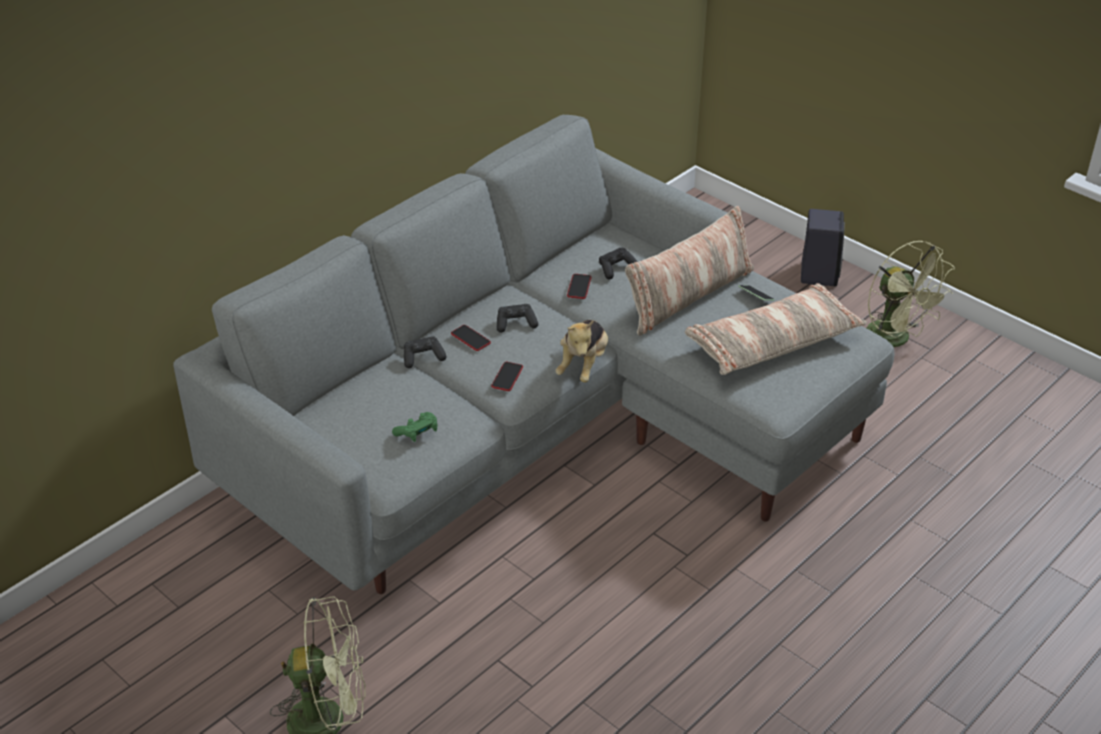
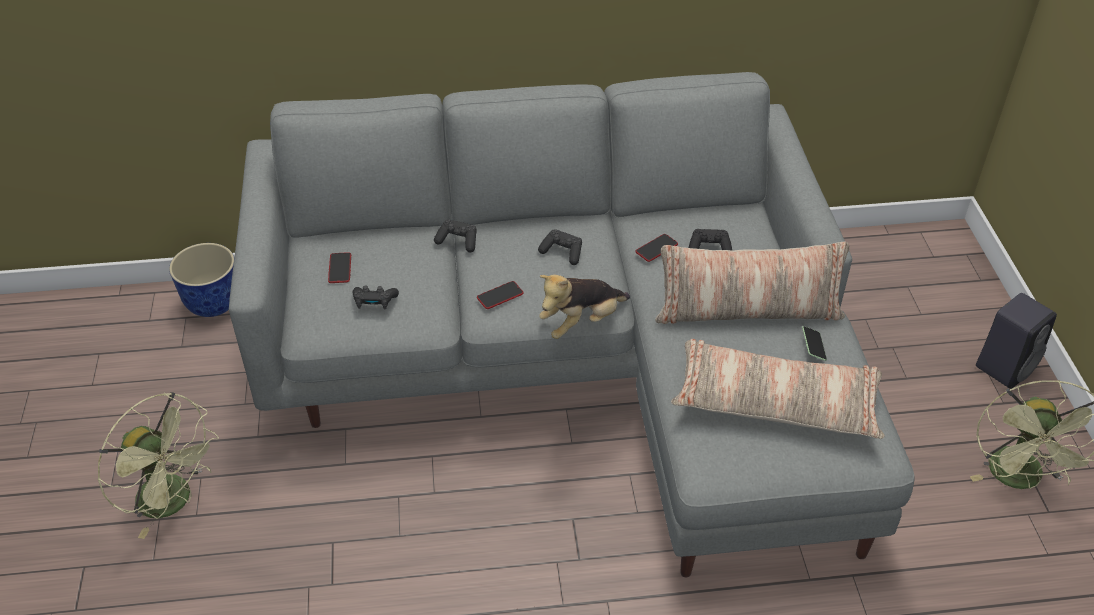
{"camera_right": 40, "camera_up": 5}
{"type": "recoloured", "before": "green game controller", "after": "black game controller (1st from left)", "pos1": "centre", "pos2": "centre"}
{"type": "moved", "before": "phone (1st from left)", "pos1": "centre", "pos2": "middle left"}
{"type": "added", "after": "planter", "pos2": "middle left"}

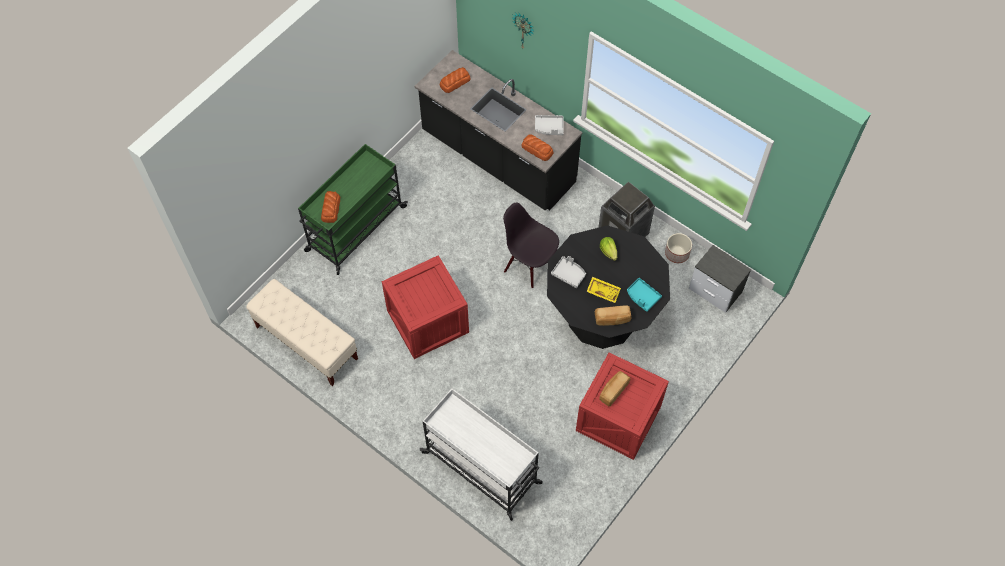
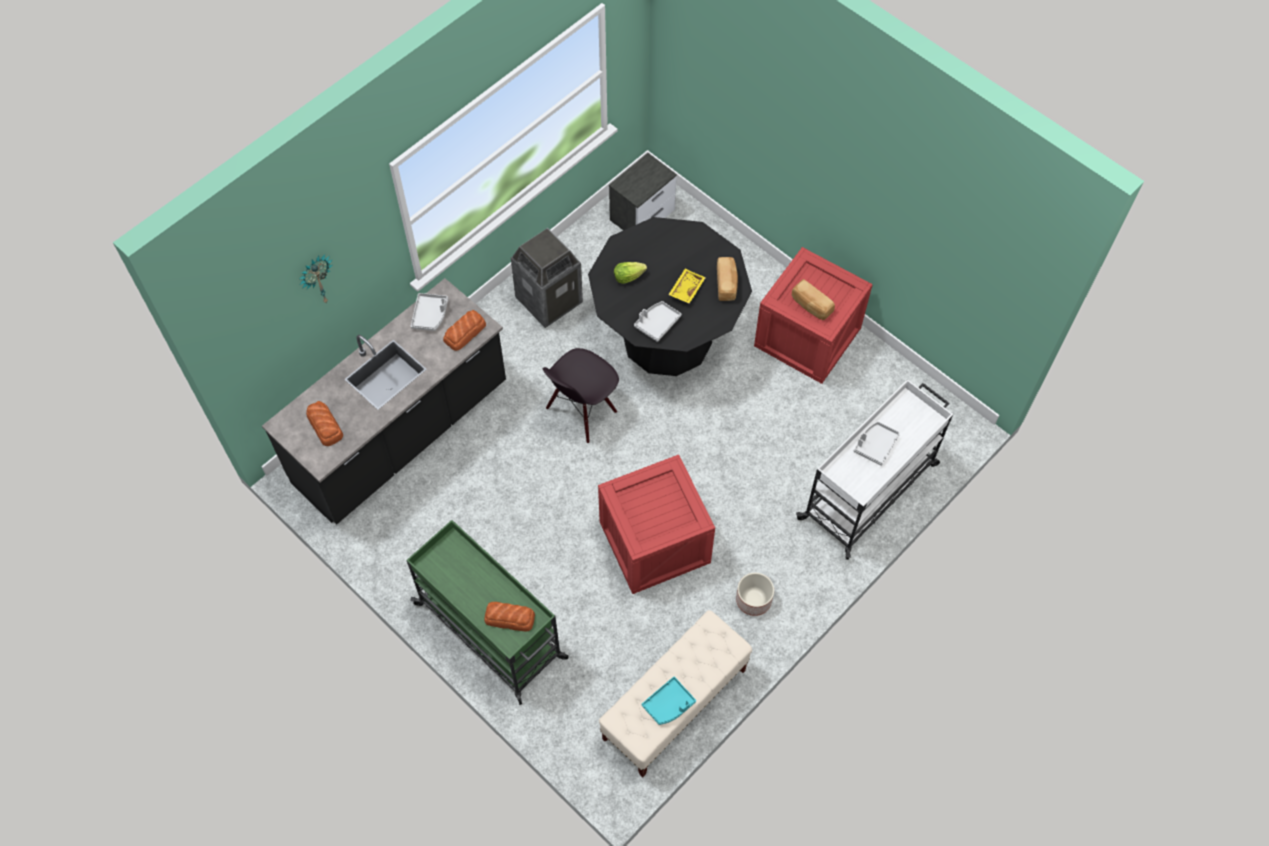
{"camera_right": -85, "camera_up": 0}
{"type": "moved", "before": "turquoise tray", "pos1": "centre", "pos2": "bottom centre"}
{"type": "moved", "before": "planter", "pos1": "middle right", "pos2": "bottom centre"}
{"type": "added", "after": "grey tray (3rd from left)", "pos2": "middle right"}

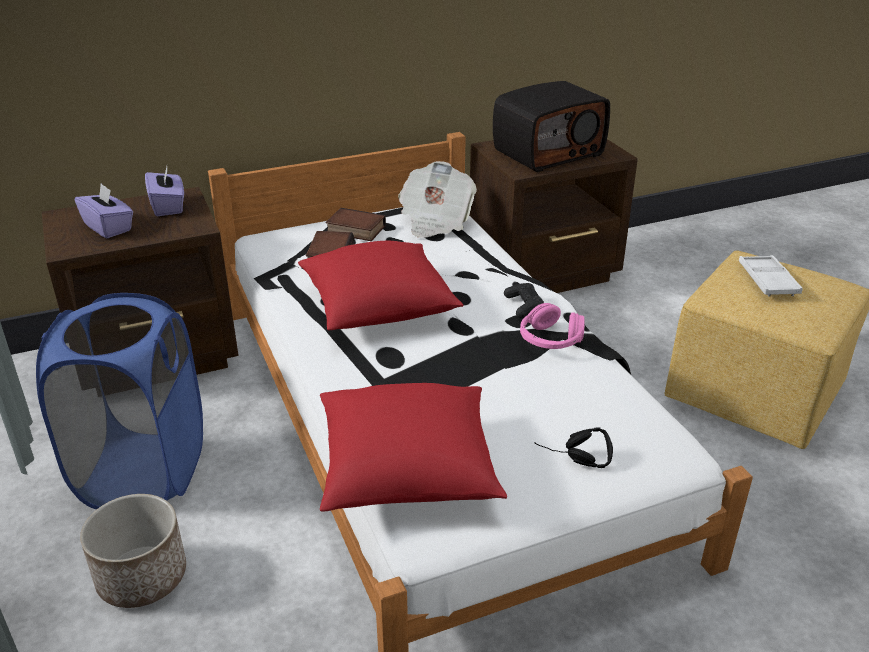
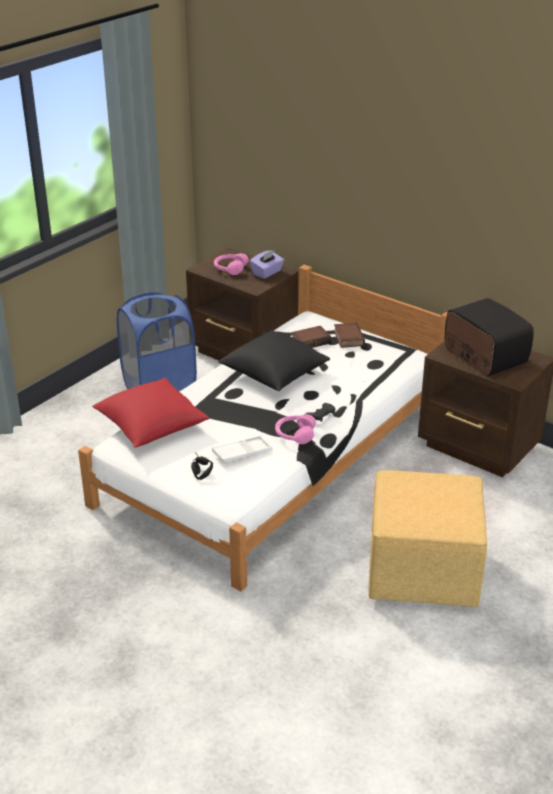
{"camera_right": 60, "camera_up": 0}
{"type": "replaced", "before": "purple tissue box (1st from left)", "after": "pink headphones (1st from left)", "pos1": "top left", "pos2": "top centre"}
{"type": "removed", "before": "planter", "pos1": "bottom left"}
{"type": "recoloured", "before": "red pillow (1st from left)", "after": "black pillow", "pos1": "centre", "pos2": "centre"}
{"type": "removed", "before": "newspaper", "pos1": "top centre"}
{"type": "turned", "before": "radio", "pos1": "top centre", "pos2": "middle right", "turn": -150}
{"type": "moved", "before": "white tray", "pos1": "middle right", "pos2": "centre"}

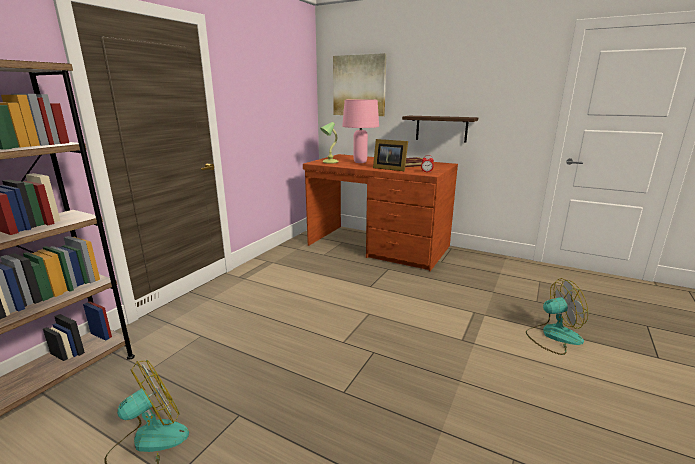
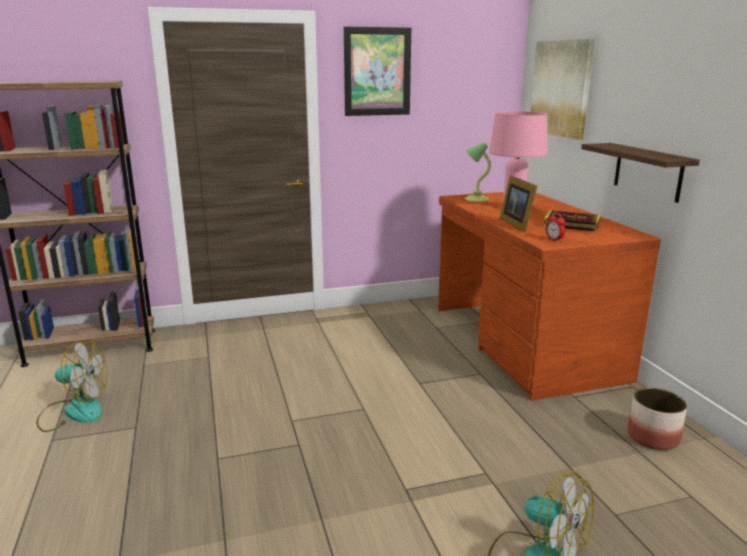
{"camera_right": 45, "camera_up": 0}
{"type": "added", "after": "picture (1st from left)", "pos2": "top centre"}
{"type": "added", "after": "planter", "pos2": "bottom right"}

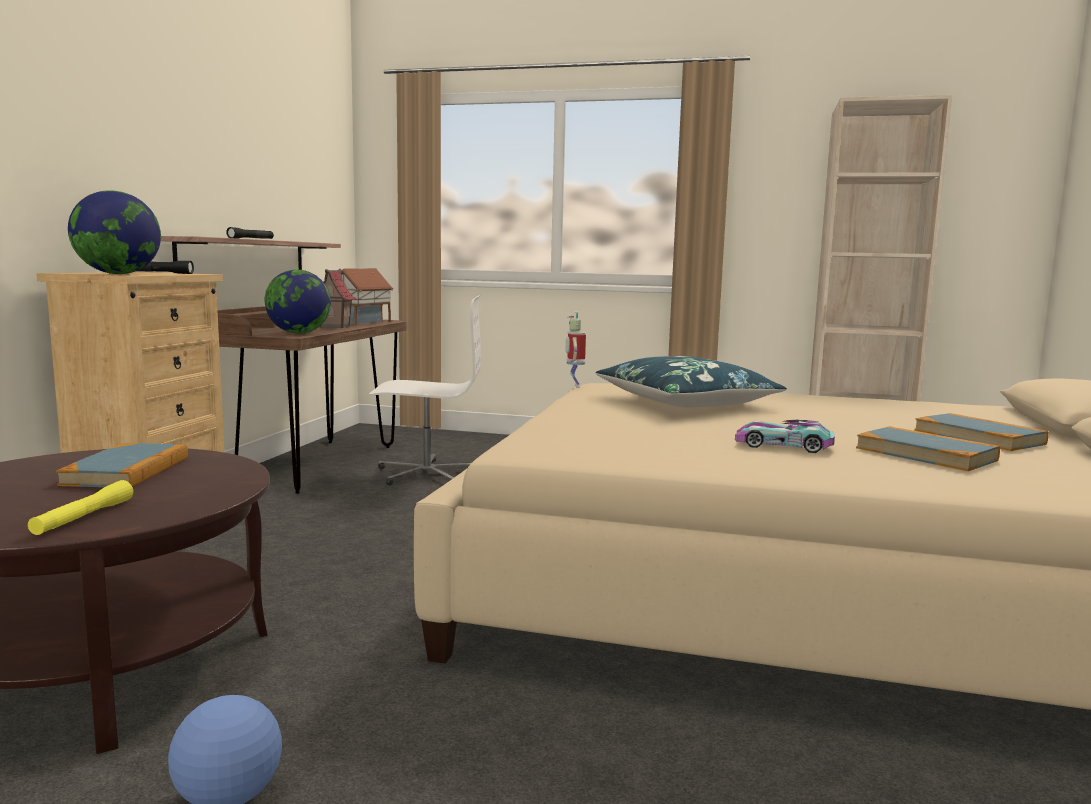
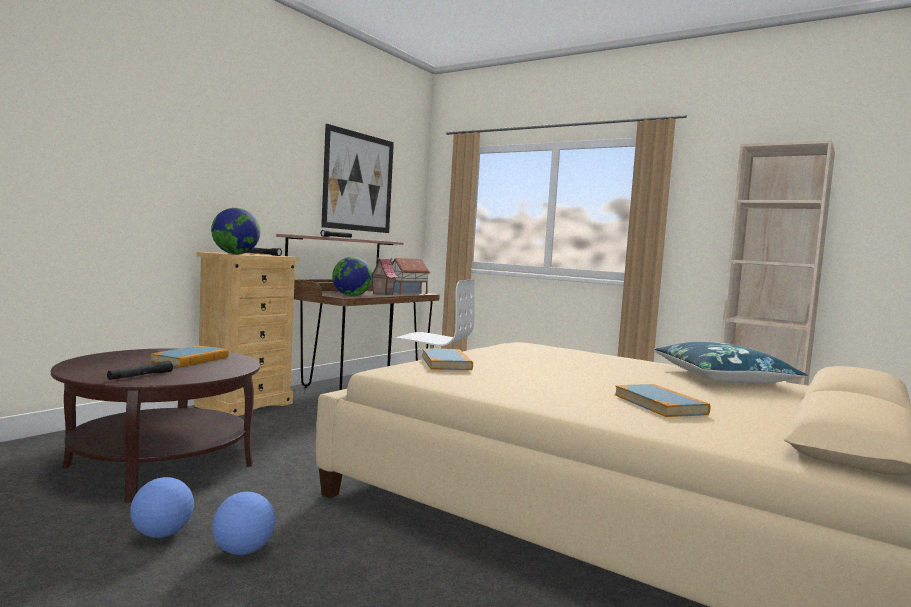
{"camera_right": 20, "camera_up": -5}
{"type": "recoloured", "before": "yellow flashlight", "after": "black flashlight (1st from left)", "pos1": "middle left", "pos2": "middle left"}
{"type": "removed", "before": "toy robot", "pos1": "centre"}
{"type": "moved", "before": "blue pillow", "pos1": "centre", "pos2": "middle right"}
{"type": "removed", "before": "toy car", "pos1": "middle right"}
{"type": "moved", "before": "book (3rd from left in the first image)", "after": "book (2nd from left)", "pos1": "middle right", "pos2": "centre"}
{"type": "added", "after": "football (2nd from left)", "pos2": "bottom left"}
{"type": "added", "after": "picture", "pos2": "top centre"}

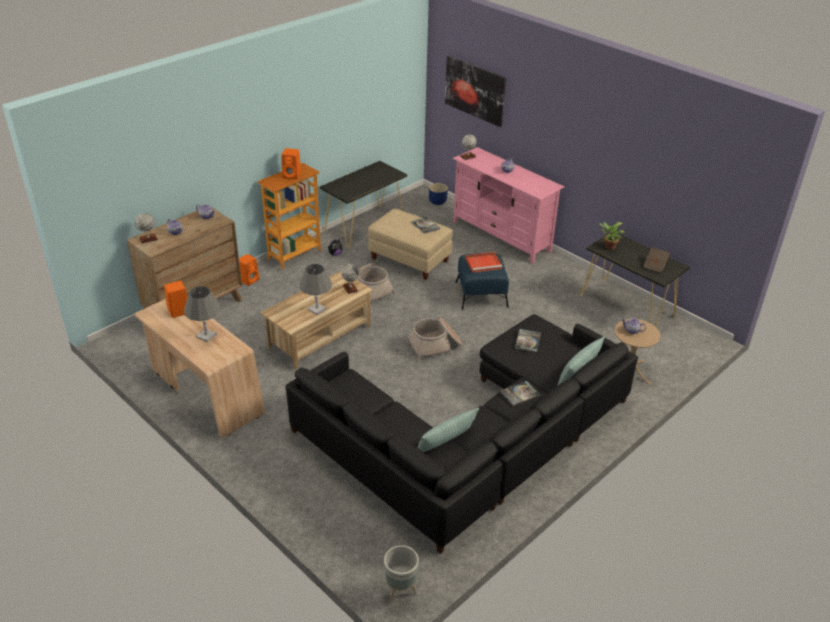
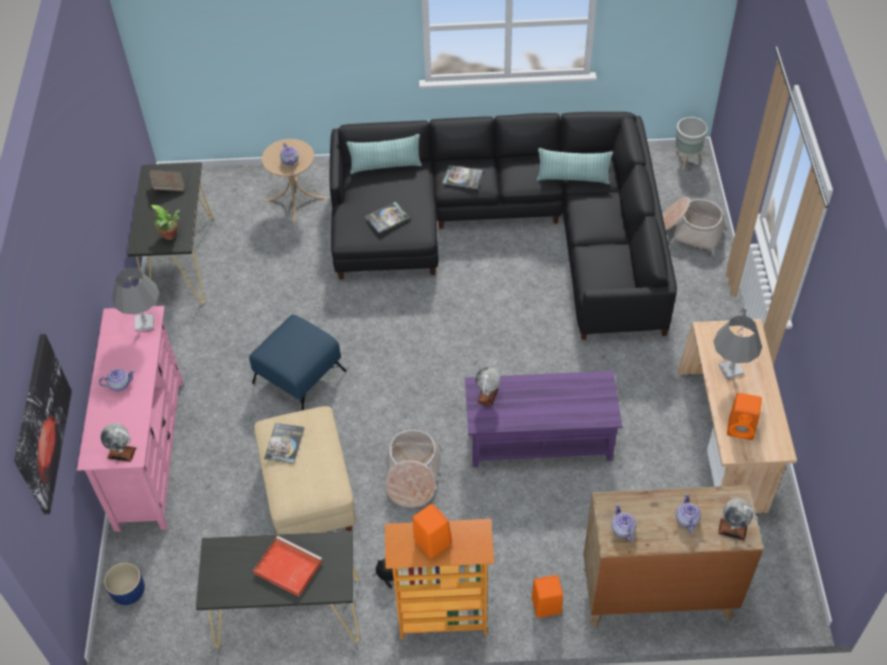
{"camera_right": -135, "camera_up": 15}
{"type": "recoloured", "before": "beige coffee table", "after": "purple coffee table", "pos1": "centre", "pos2": "centre"}
{"type": "moved", "before": "grey table lamp (2nd from left in the first image)", "after": "grey table lamp (1st from left)", "pos1": "centre", "pos2": "middle left"}
{"type": "moved", "before": "basket (2nd from left)", "pos1": "centre", "pos2": "middle right"}
{"type": "moved", "before": "red tray", "pos1": "centre", "pos2": "bottom left"}

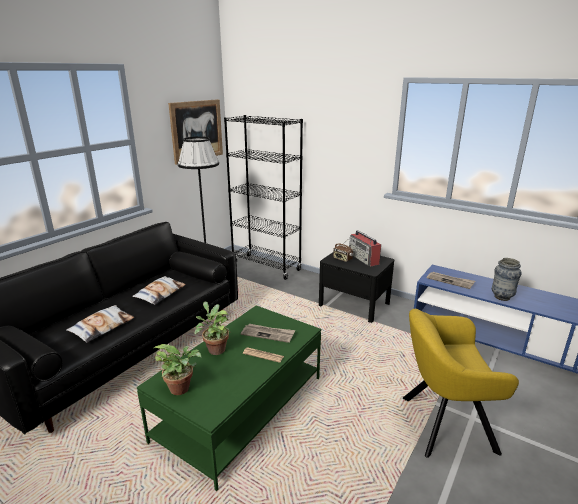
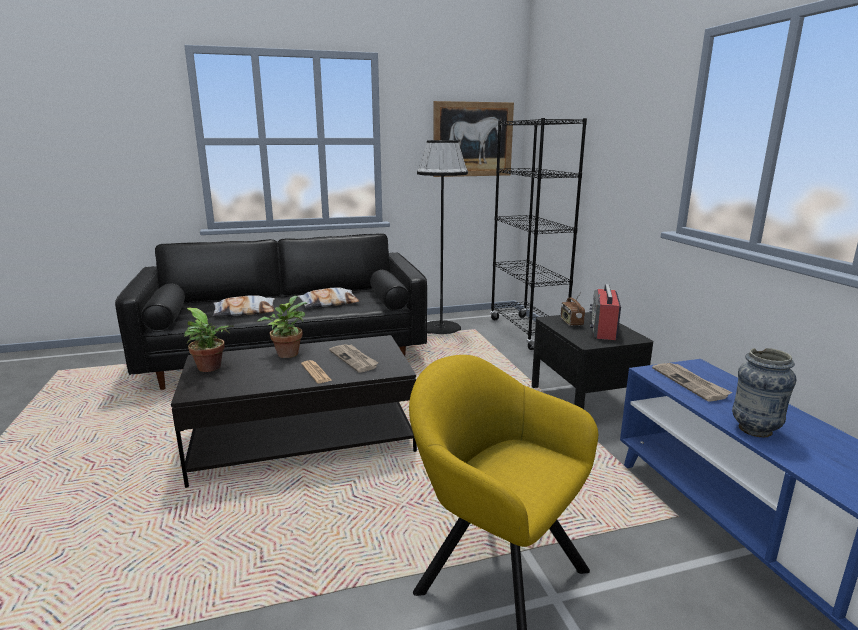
{"camera_right": 40, "camera_up": -5}
{"type": "recoloured", "before": "green coffee table", "after": "black coffee table", "pos1": "bottom centre", "pos2": "centre"}

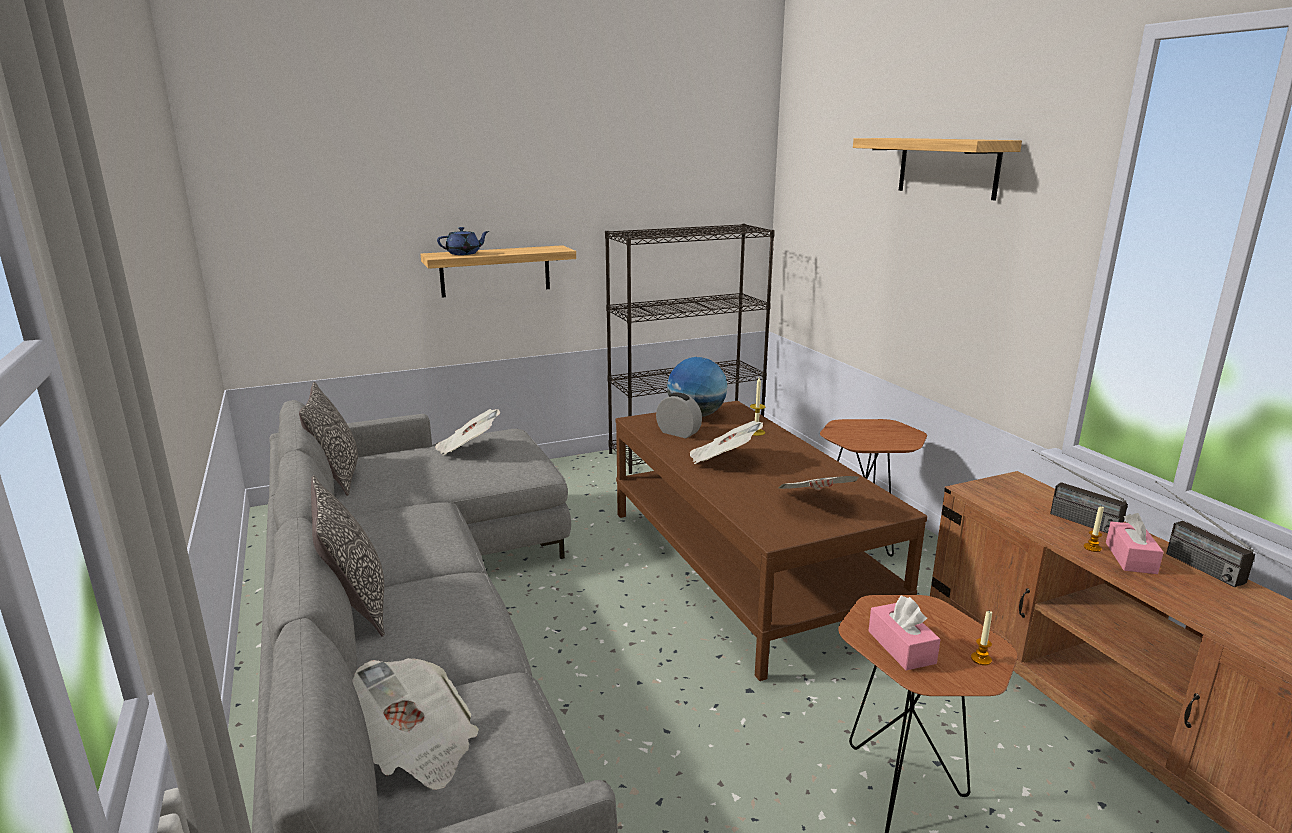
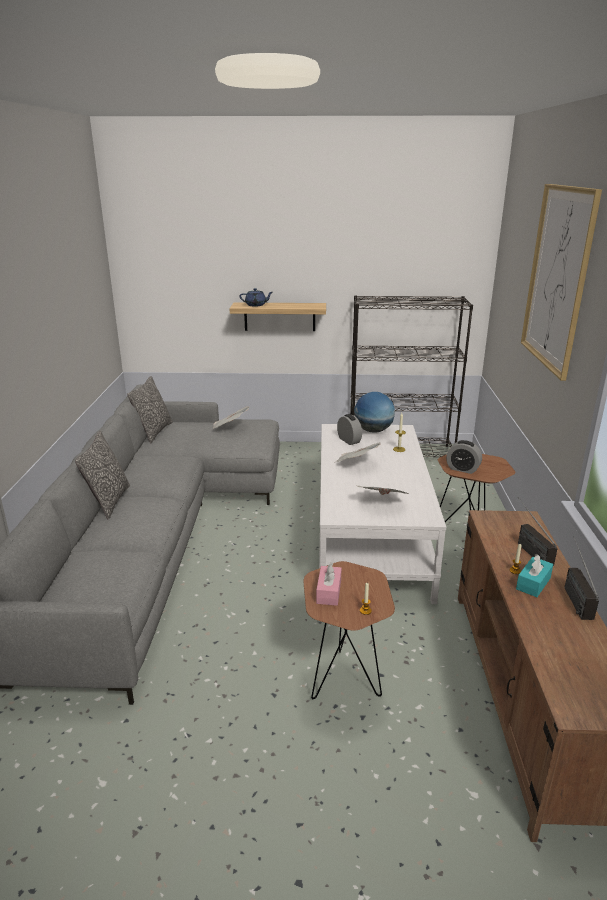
{"camera_right": 25, "camera_up": 5}
{"type": "removed", "before": "newspaper (1st from left)", "pos1": "bottom left"}
{"type": "recoloured", "before": "brown coffee table", "after": "white coffee table", "pos1": "centre", "pos2": "centre"}
{"type": "replaced", "before": "shelf (2nd from left)", "after": "picture", "pos1": "top right", "pos2": "top right"}
{"type": "recoloured", "before": "pink tissue box (2nd from left)", "after": "turquoise tissue box", "pos1": "middle right", "pos2": "middle right"}
{"type": "added", "after": "alarm clock (2nd from left)", "pos2": "middle right"}

